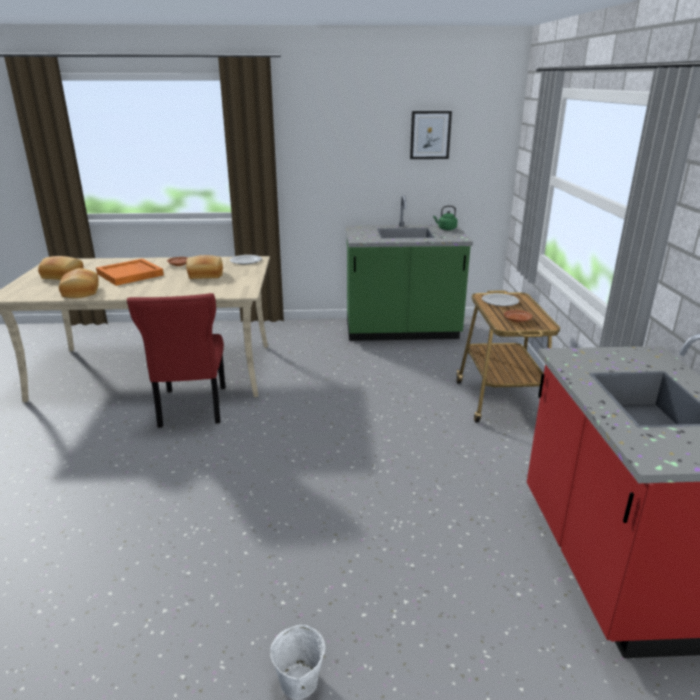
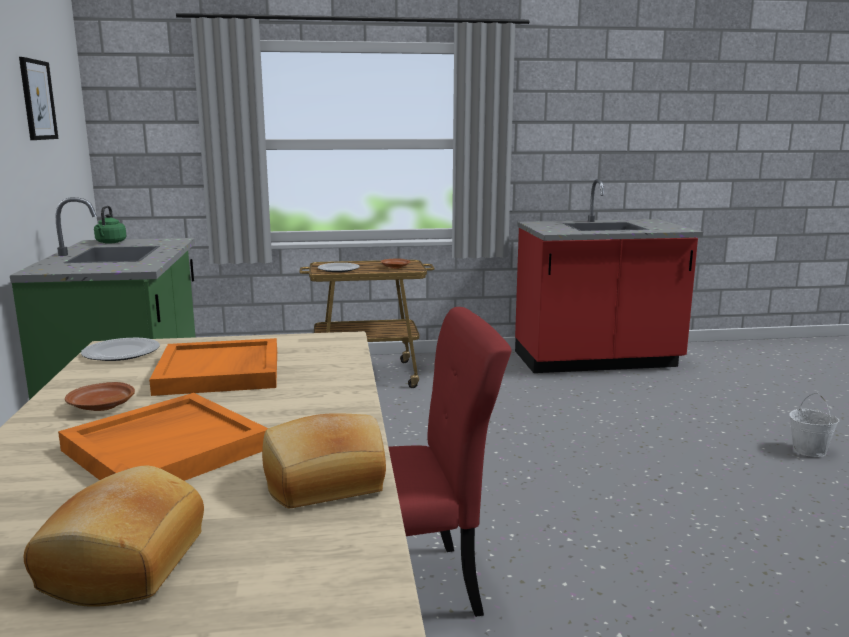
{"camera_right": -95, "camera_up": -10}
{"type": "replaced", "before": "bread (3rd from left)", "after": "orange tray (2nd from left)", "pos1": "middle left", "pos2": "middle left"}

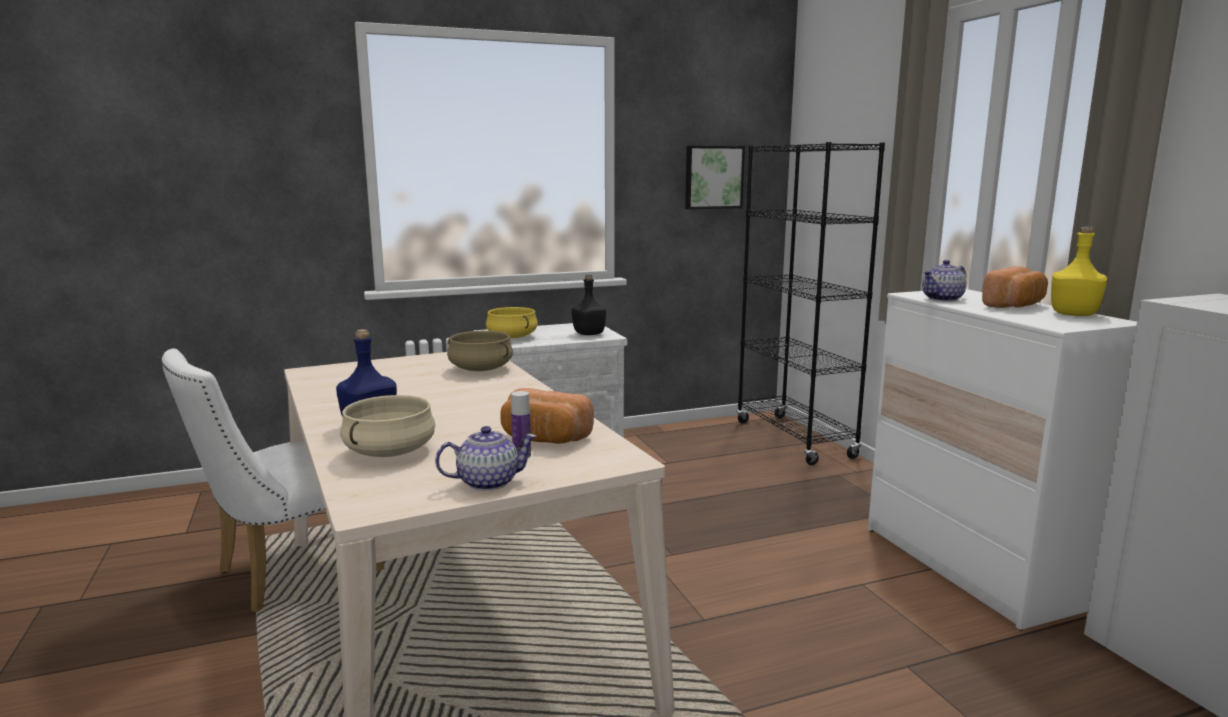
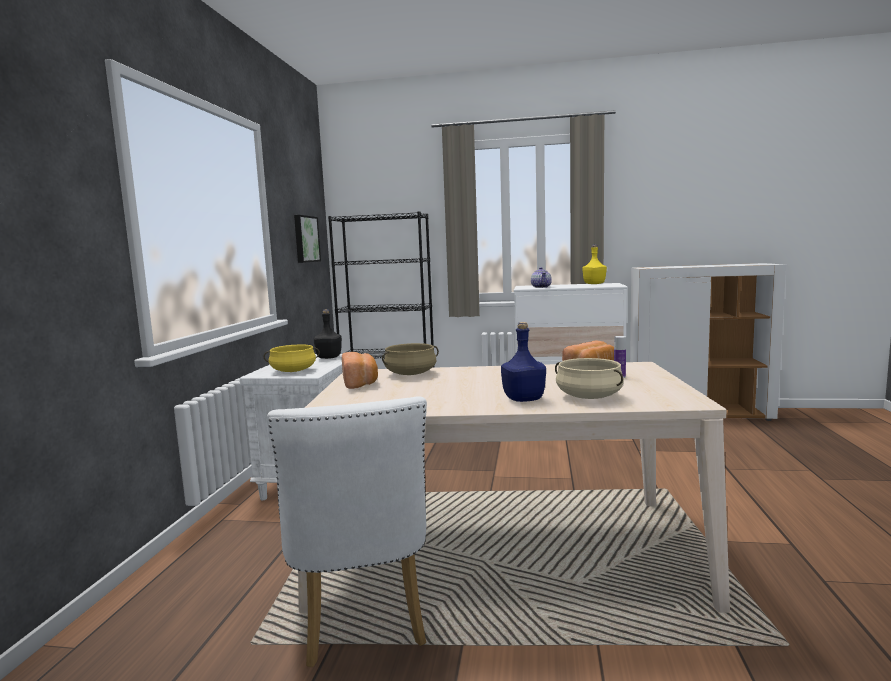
{"camera_right": -60, "camera_up": -5}
{"type": "removed", "before": "teapot (1st from left)", "pos1": "centre"}
{"type": "moved", "before": "bread (2nd from left in the first image)", "after": "bread (1st from left)", "pos1": "middle right", "pos2": "centre"}

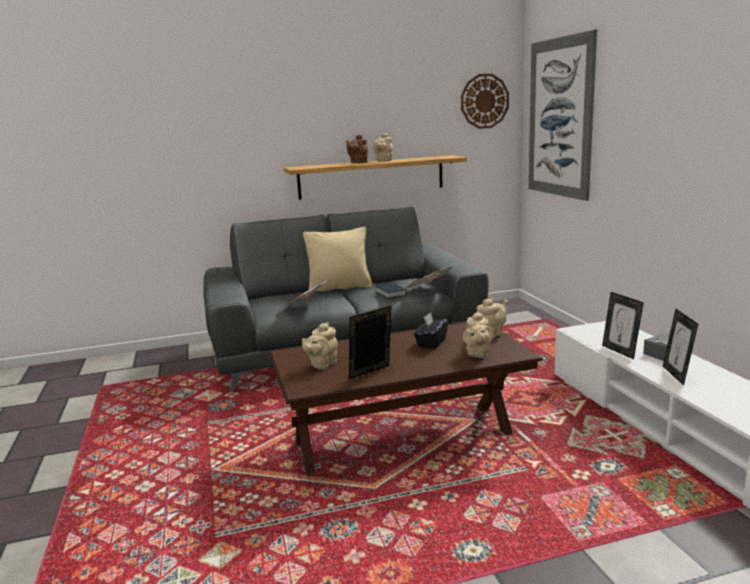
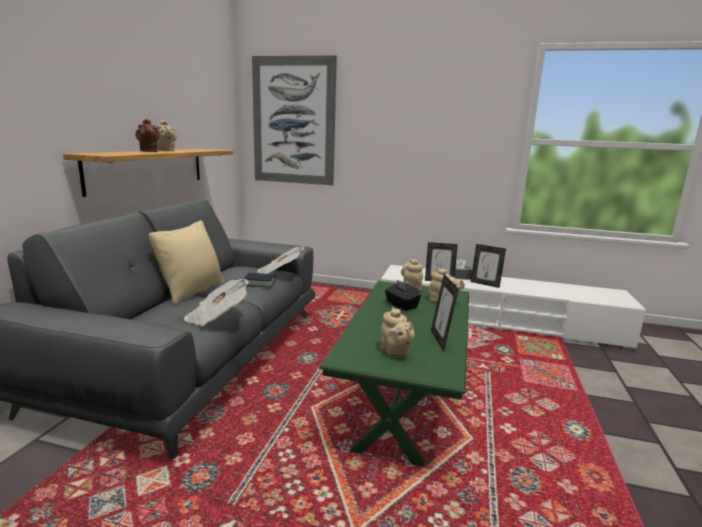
{"camera_right": -60, "camera_up": 0}
{"type": "recoloured", "before": "brown coffee table", "after": "green coffee table", "pos1": "bottom centre", "pos2": "bottom centre"}
{"type": "removed", "before": "wall clock", "pos1": "top centre"}

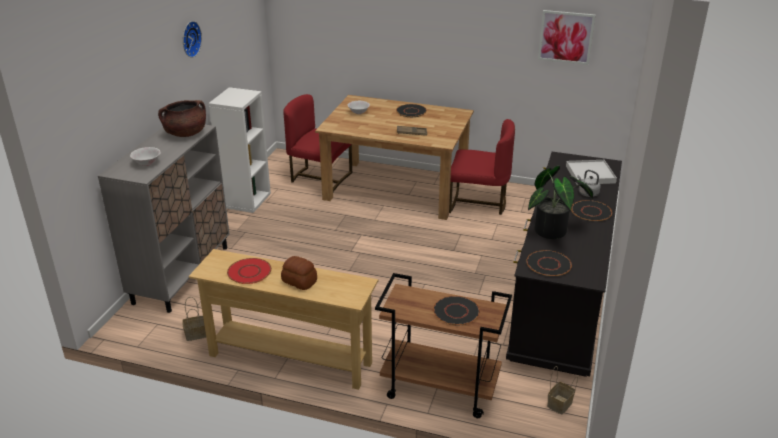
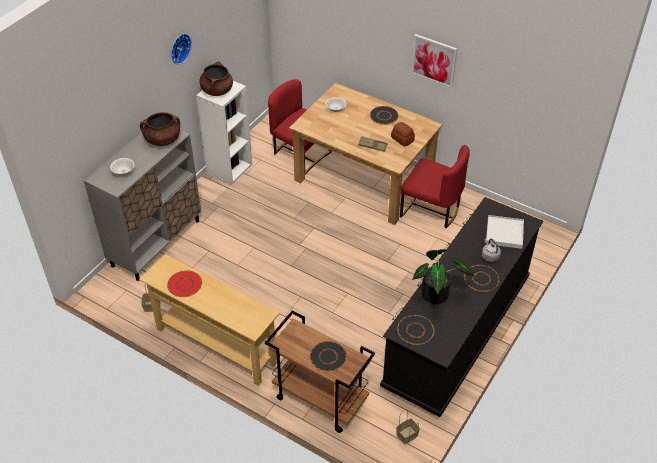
{"camera_right": 15, "camera_up": 15}
{"type": "moved", "before": "bread", "pos1": "centre", "pos2": "top centre"}
{"type": "moved", "before": "picture", "pos1": "top right", "pos2": "top centre"}
{"type": "added", "after": "brown cooking pot (2nd from left)", "pos2": "top left"}

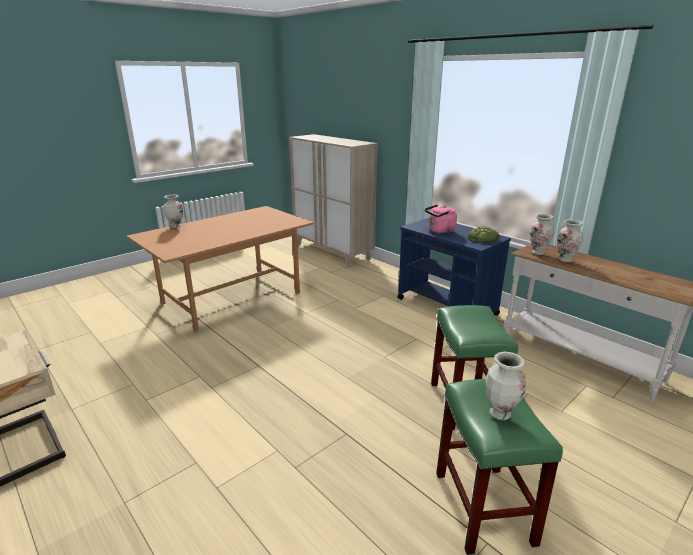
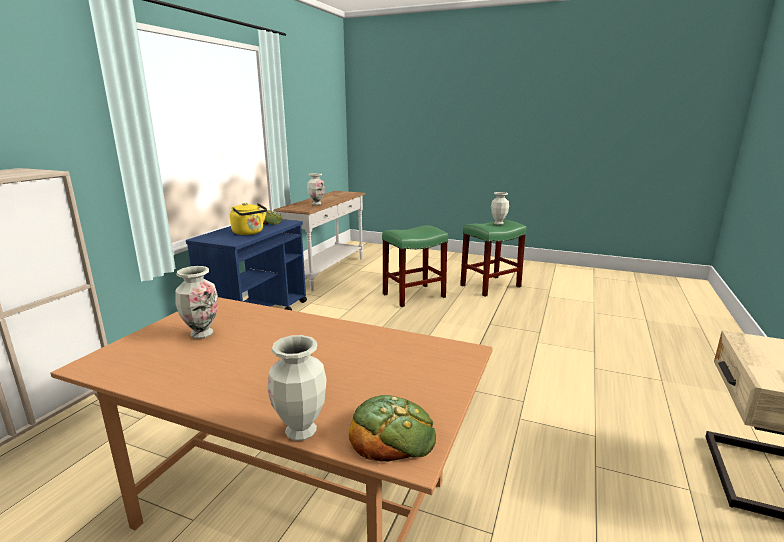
{"camera_right": -115, "camera_up": -5}
{"type": "recoloured", "before": "pink kettle", "after": "yellow kettle", "pos1": "centre", "pos2": "middle left"}
{"type": "moved", "before": "vase (3rd from left in the first image)", "after": "vase (1st from left)", "pos1": "middle right", "pos2": "middle left"}
{"type": "added", "after": "bread (2nd from left)", "pos2": "bottom centre"}

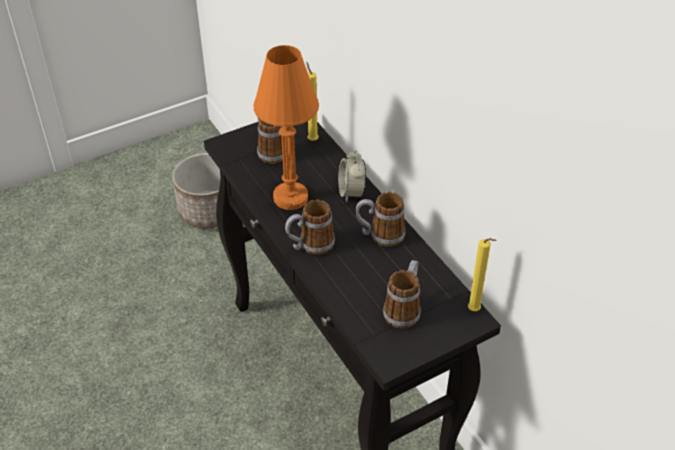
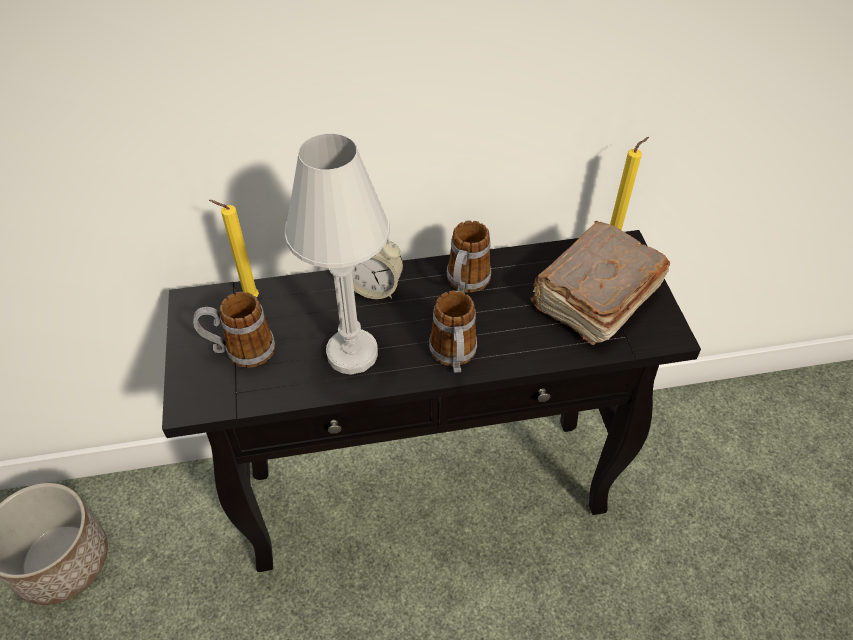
{"camera_right": -70, "camera_up": 5}
{"type": "recoloured", "before": "orange table lamp", "after": "white table lamp", "pos1": "top centre", "pos2": "centre"}
{"type": "replaced", "before": "mug (4th from left)", "after": "brown book", "pos1": "centre", "pos2": "middle right"}

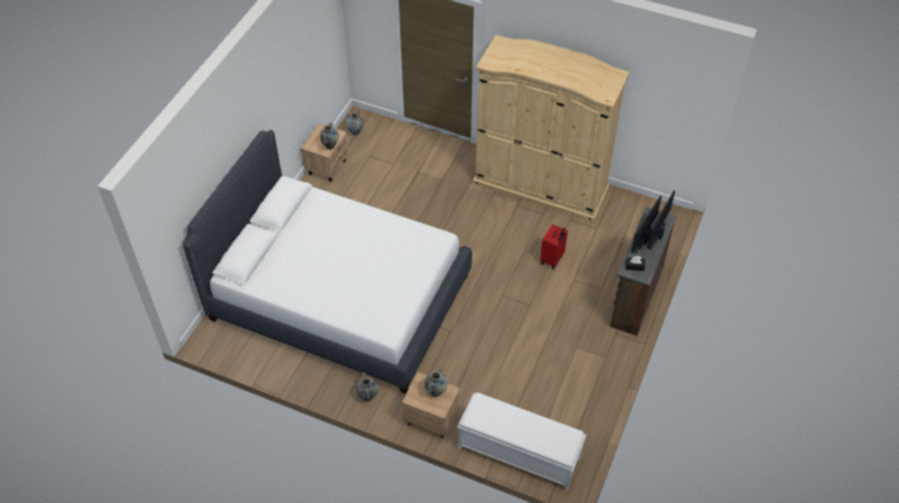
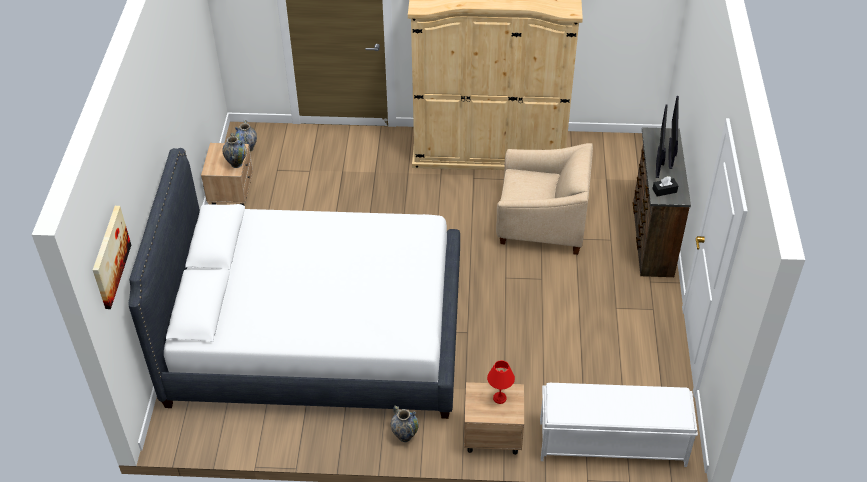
{"camera_right": -20, "camera_up": -5}
{"type": "replaced", "before": "vase (4th from left)", "after": "red table lamp", "pos1": "bottom centre", "pos2": "bottom centre"}
{"type": "replaced", "before": "red suitcase", "after": "beige armchair", "pos1": "centre", "pos2": "centre"}
{"type": "added", "after": "picture", "pos2": "middle left"}

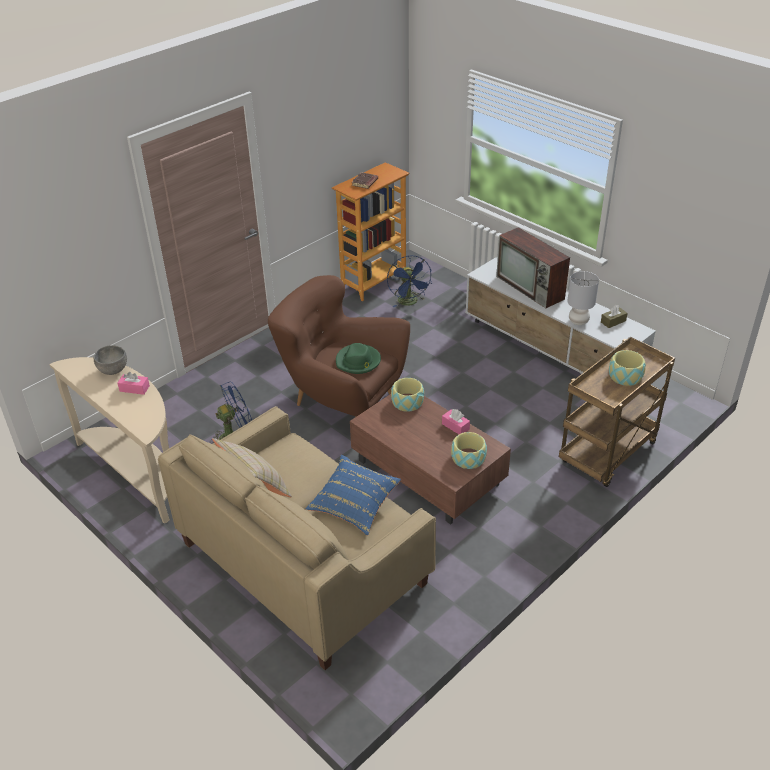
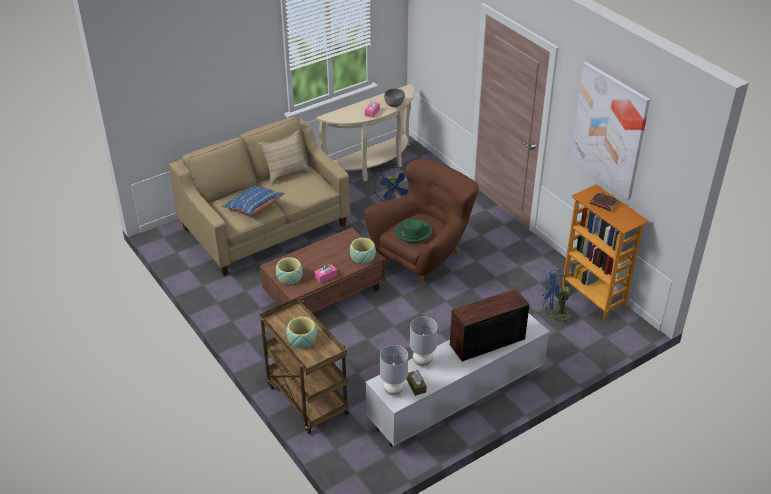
{"camera_right": 100, "camera_up": 0}
{"type": "added", "after": "grey table lamp (1st from left)", "pos2": "bottom centre"}
{"type": "added", "after": "picture", "pos2": "top right"}

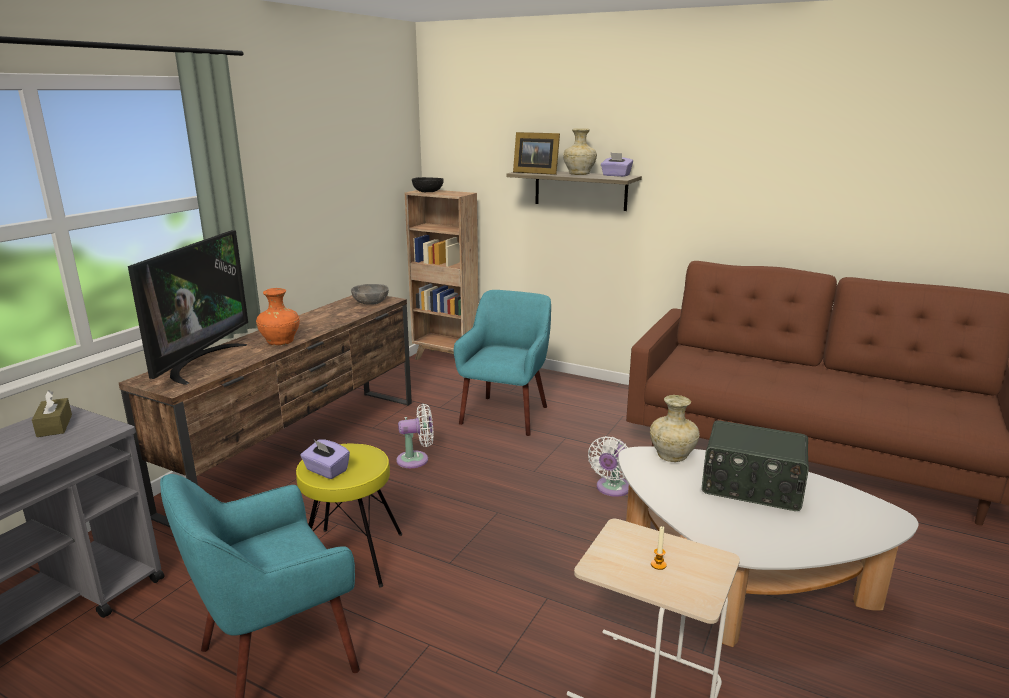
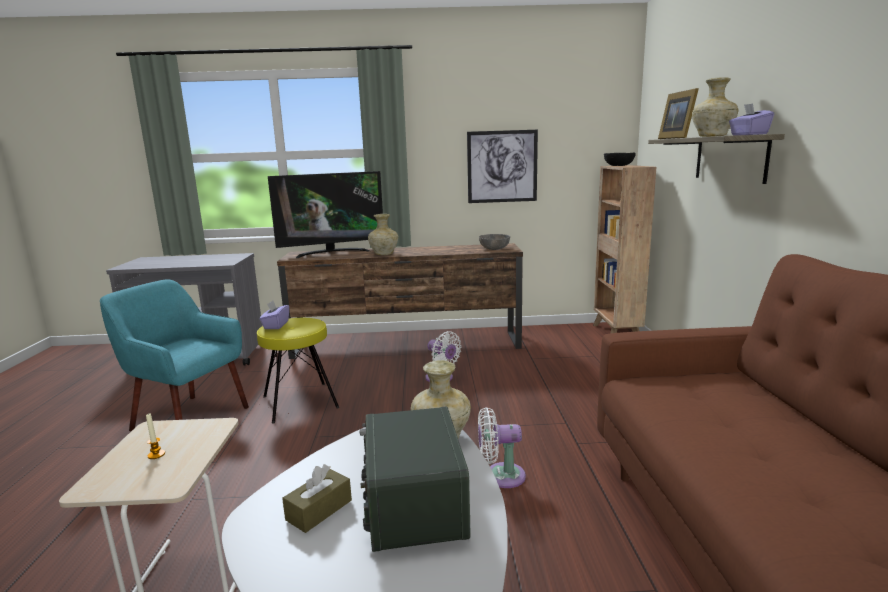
{"camera_right": 60, "camera_up": -5}
{"type": "moved", "before": "brown tissue box", "pos1": "middle left", "pos2": "bottom centre"}
{"type": "recoloured", "before": "orange vase", "after": "beige vase (1st from left)", "pos1": "middle left", "pos2": "centre"}
{"type": "removed", "before": "turquoise armchair (2nd from left)", "pos1": "centre"}
{"type": "added", "after": "picture", "pos2": "top centre"}

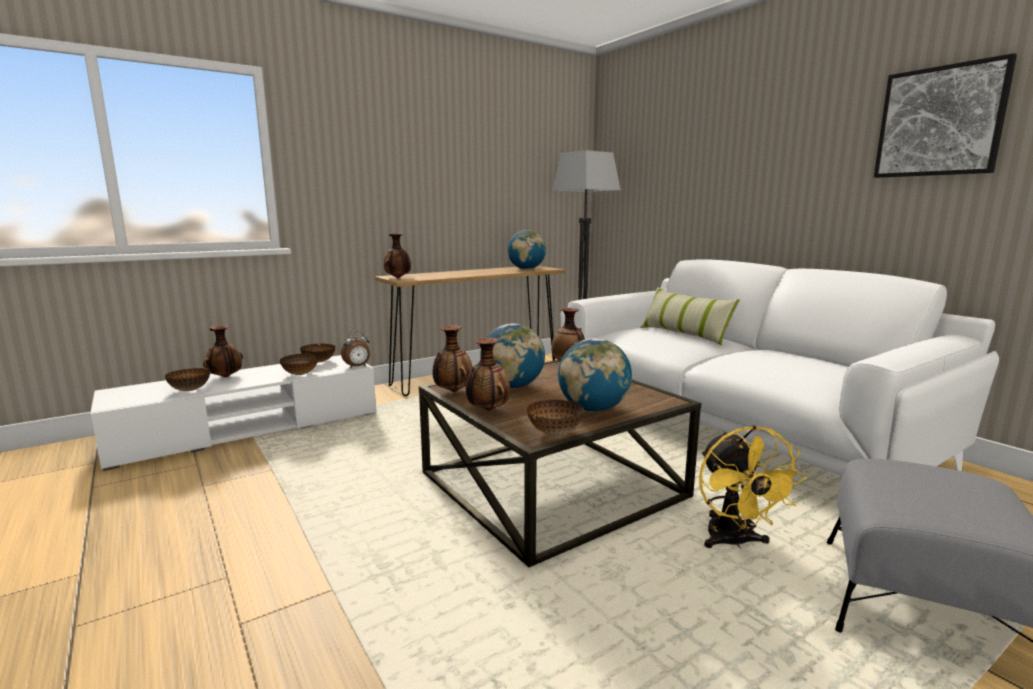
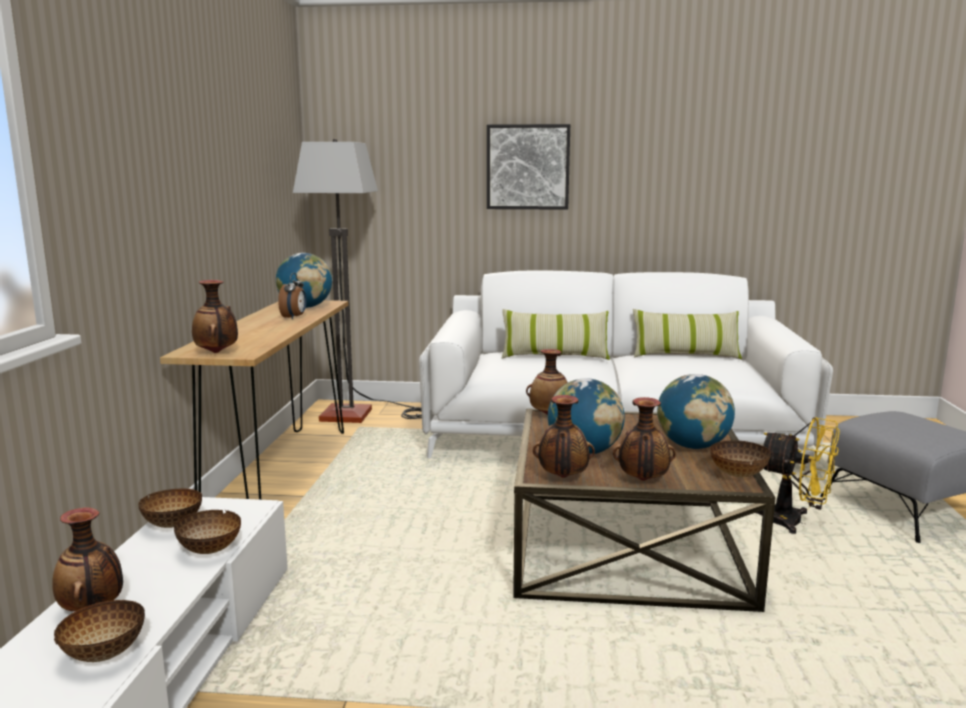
{"camera_right": -50, "camera_up": 0}
{"type": "moved", "before": "alarm clock", "pos1": "centre", "pos2": "middle left"}
{"type": "moved", "before": "picture", "pos1": "top right", "pos2": "top centre"}
{"type": "added", "after": "pillow (2nd from left)", "pos2": "middle right"}

